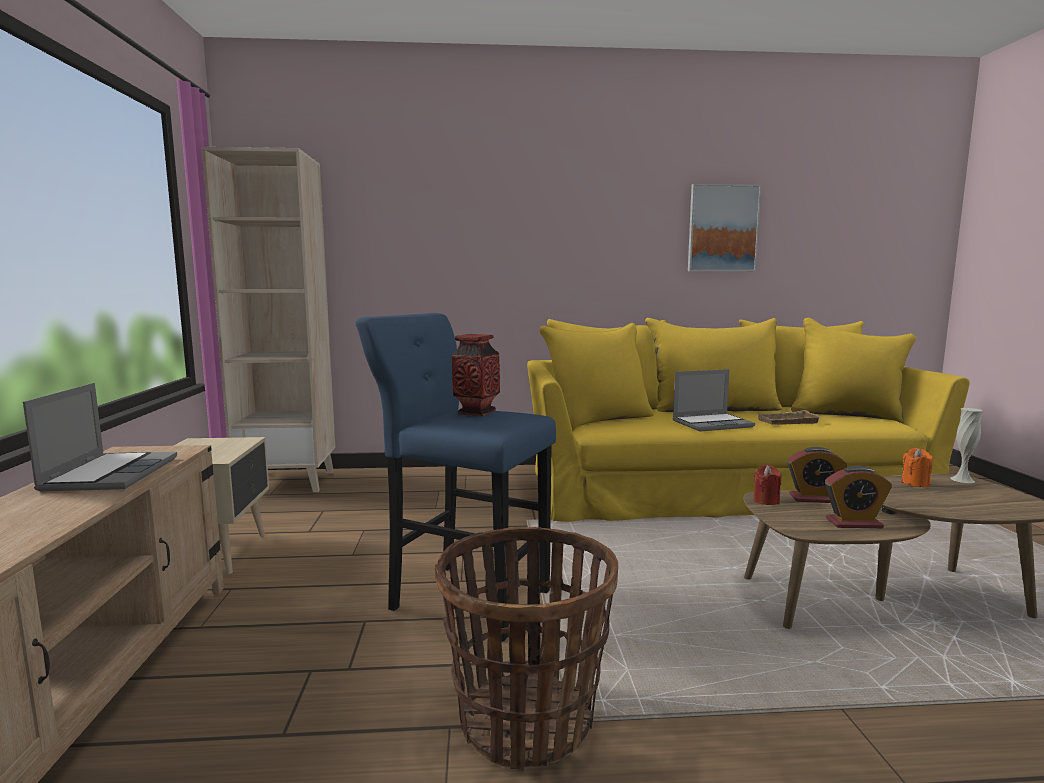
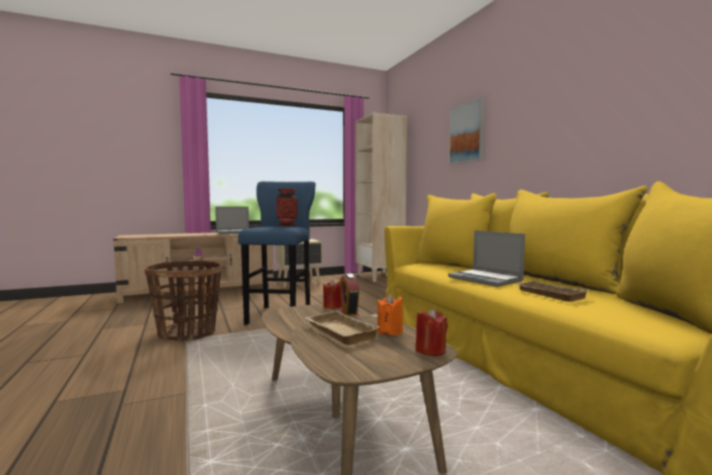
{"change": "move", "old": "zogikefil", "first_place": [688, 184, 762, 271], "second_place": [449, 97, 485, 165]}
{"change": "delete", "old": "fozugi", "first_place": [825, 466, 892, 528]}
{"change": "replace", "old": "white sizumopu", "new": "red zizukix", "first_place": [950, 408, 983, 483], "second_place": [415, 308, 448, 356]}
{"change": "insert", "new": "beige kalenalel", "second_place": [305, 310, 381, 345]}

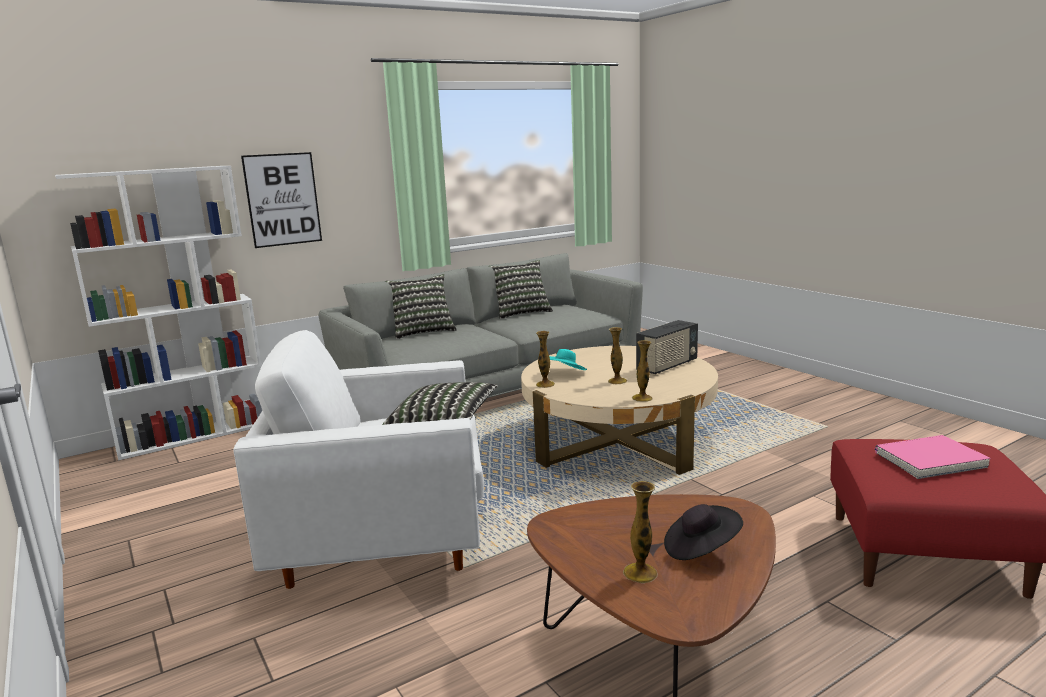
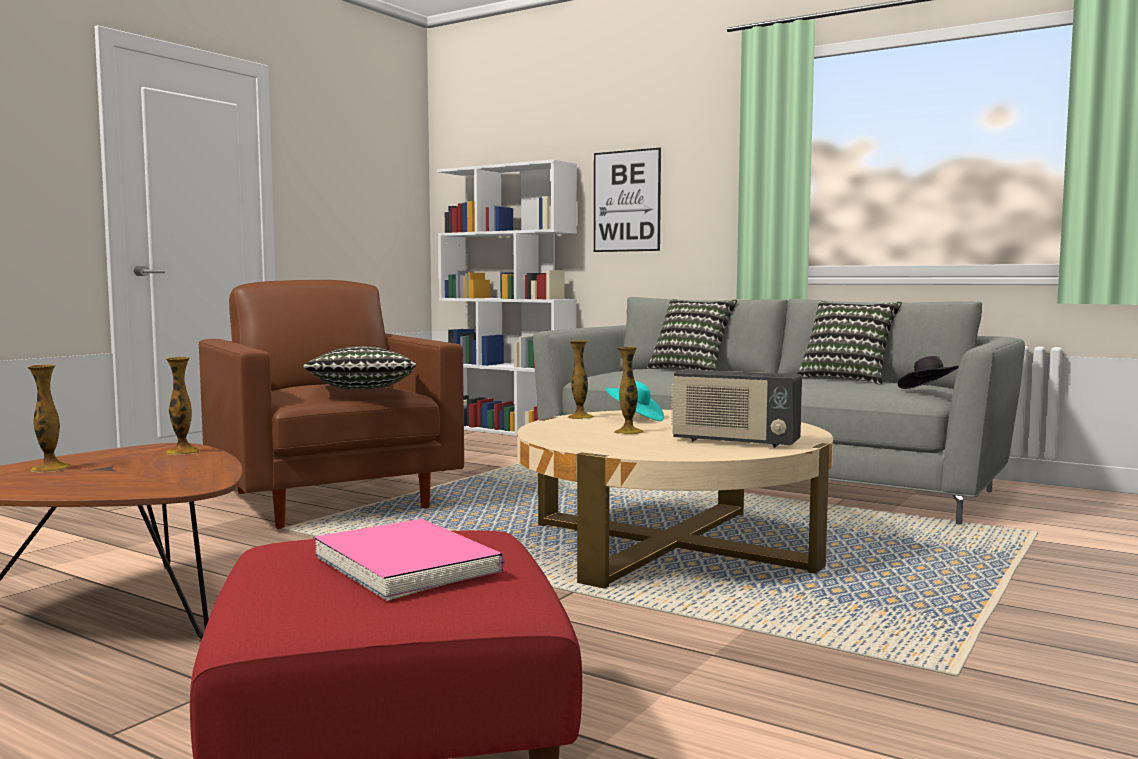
{"change": "recolor", "old": "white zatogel", "new": "brown zatogel", "first_place": [233, 330, 484, 589], "second_place": [199, 280, 464, 529]}
{"change": "move", "old": "sizumopu", "first_place": [632, 340, 653, 402], "second_place": [165, 357, 200, 455]}
{"change": "move", "old": "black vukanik", "first_place": [664, 504, 743, 560], "second_place": [898, 356, 959, 389]}

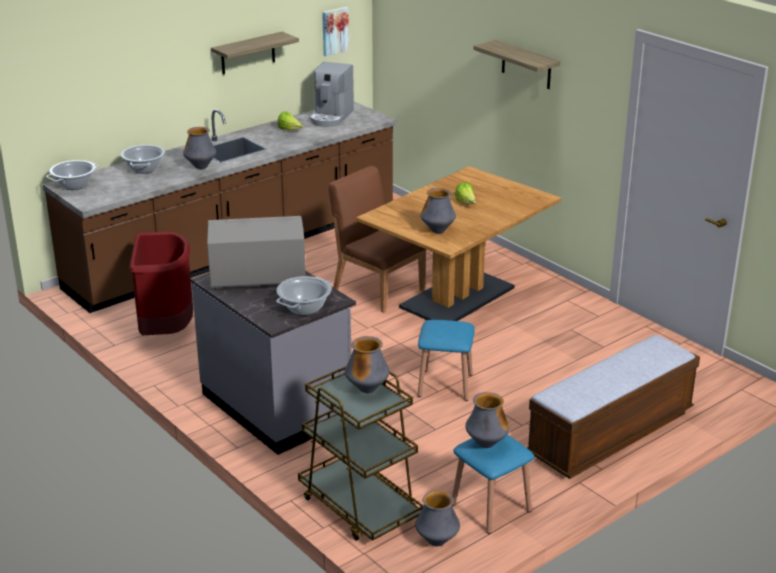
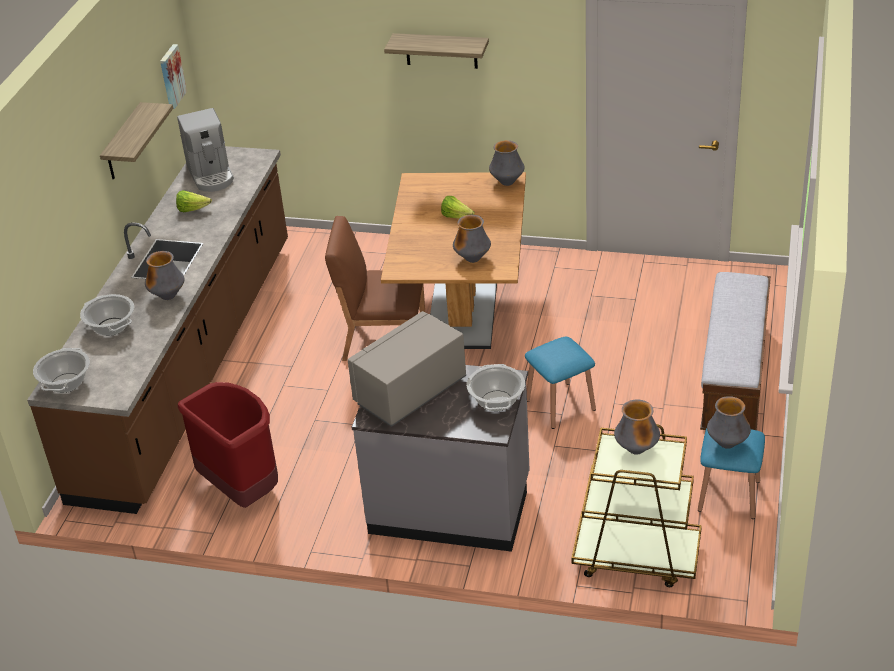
{"change": "move", "old": "sizumopu", "first_place": [415, 490, 460, 546], "second_place": [489, 140, 525, 186]}

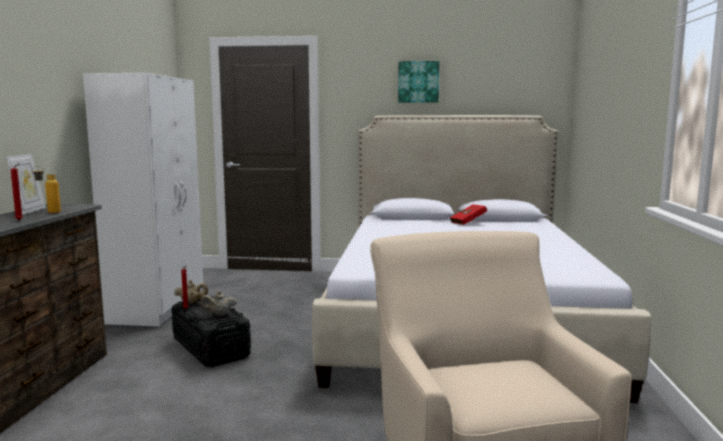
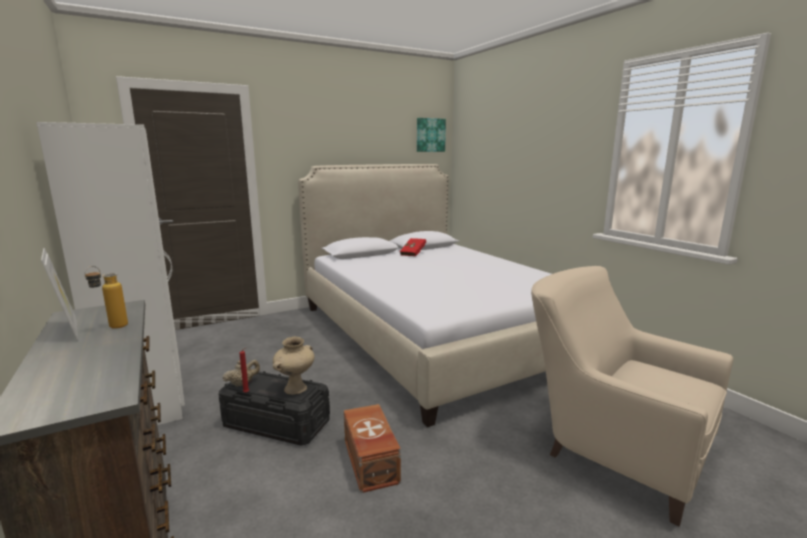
{"change": "delete", "old": "red zizukix", "first_place": [11, 163, 23, 220]}
{"change": "replace", "old": "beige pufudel", "new": "beige sizumopu", "first_place": [200, 291, 237, 316], "second_place": [273, 337, 315, 395]}
{"change": "move", "old": "zogikefil", "first_place": [398, 61, 439, 103], "second_place": [417, 118, 446, 152]}
{"change": "insert", "new": "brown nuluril", "second_place": [344, 404, 401, 493]}

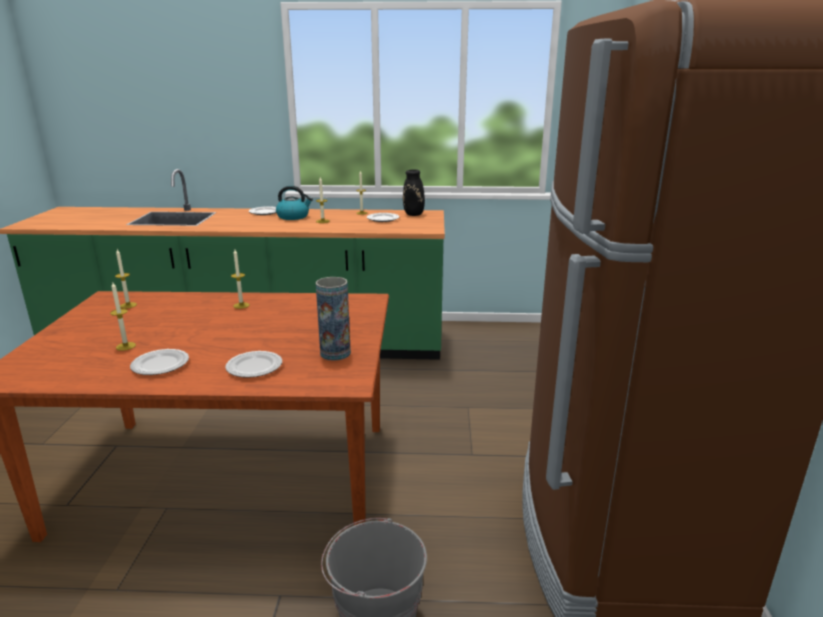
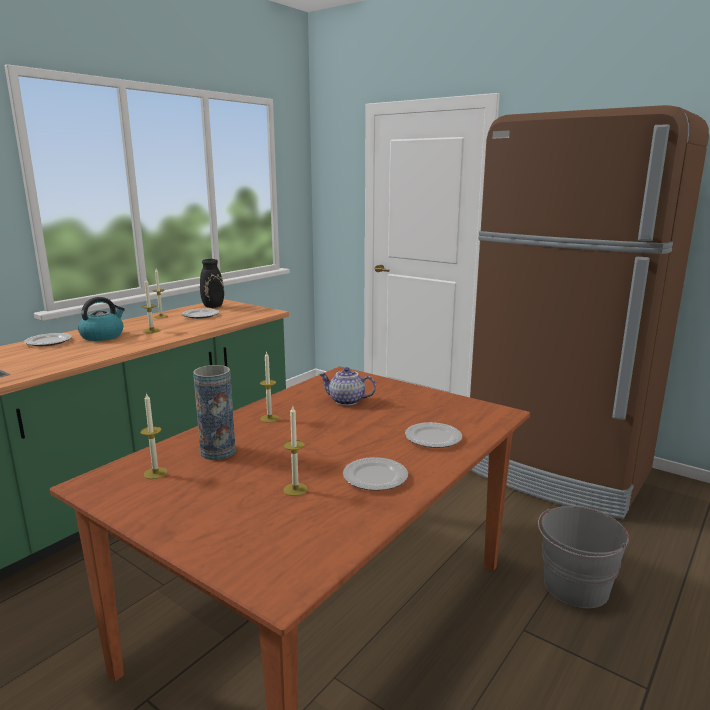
{"change": "move", "old": "sizumopu", "first_place": [316, 277, 351, 361], "second_place": [193, 365, 236, 460]}
{"change": "insert", "new": "pufudel", "second_place": [319, 367, 376, 406]}

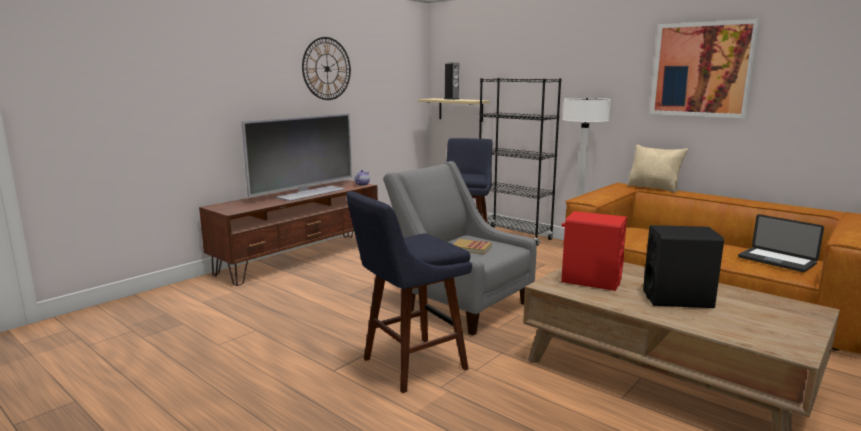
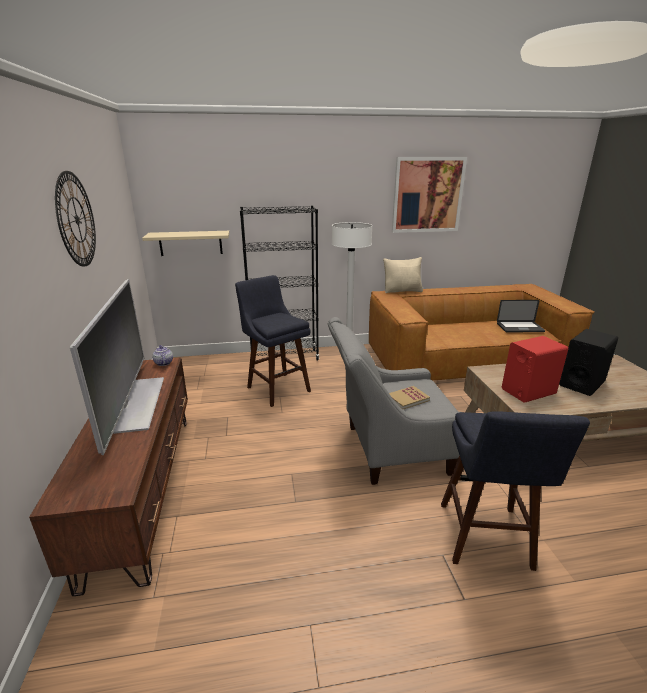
{"change": "delete", "old": "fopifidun", "first_place": [444, 63, 459, 100]}

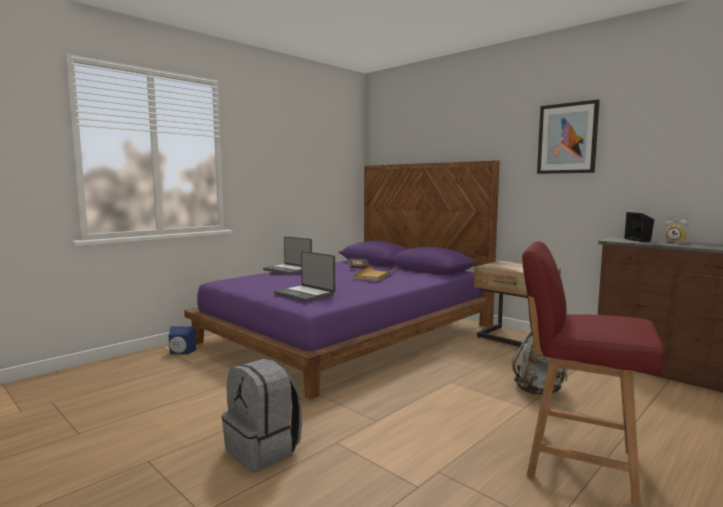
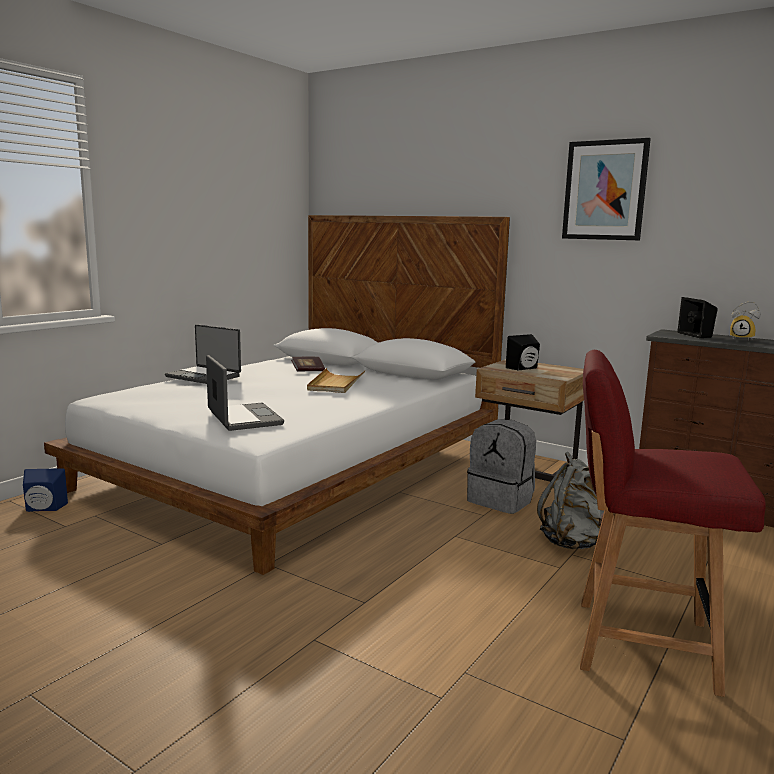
{"change": "recolor", "old": "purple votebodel", "new": "white votebodel", "first_place": [184, 160, 500, 399], "second_place": [44, 215, 510, 575]}
{"change": "move", "old": "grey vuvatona", "first_place": [222, 359, 302, 471], "second_place": [467, 419, 536, 514]}
{"change": "rotate", "old": "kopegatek", "first_place": [274, 251, 335, 302], "second_place": [206, 355, 284, 431], "degrees": -150}
{"change": "insert", "new": "black fopifidun", "second_place": [506, 334, 540, 371]}

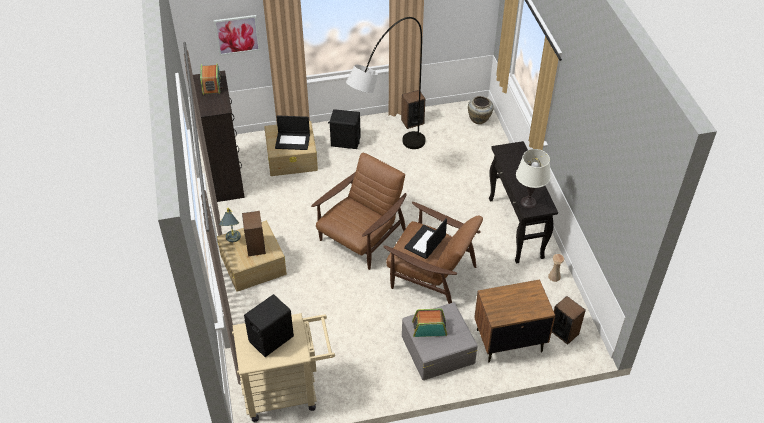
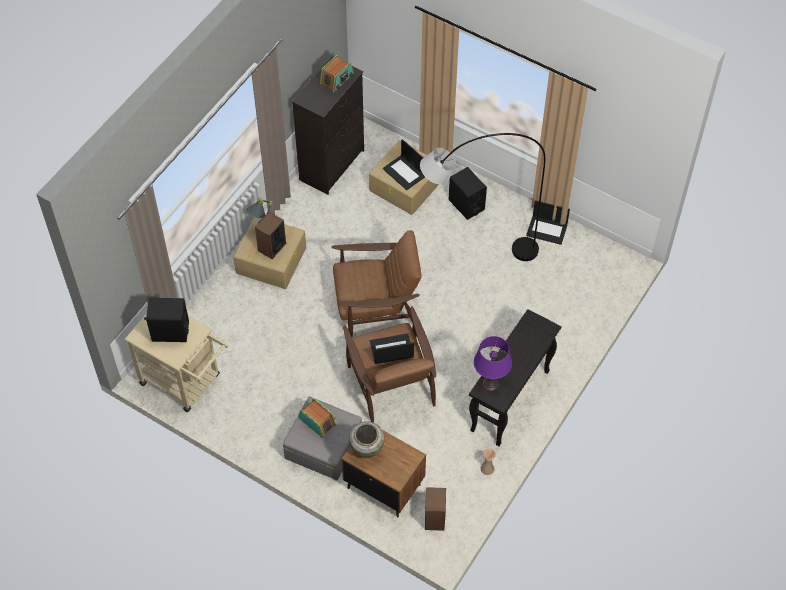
{"change": "delete", "old": "zogikefil", "first_place": [214, 15, 260, 56]}
{"change": "replace", "old": "fopifidun", "new": "kopegatek", "first_place": [401, 90, 425, 129], "second_place": [526, 200, 570, 245]}
{"change": "move", "old": "beige sizumopu", "first_place": [468, 96, 493, 124], "second_place": [349, 421, 385, 458]}
{"change": "recolor", "old": "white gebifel", "new": "purple gebifel", "first_place": [516, 149, 551, 208], "second_place": [474, 336, 512, 392]}

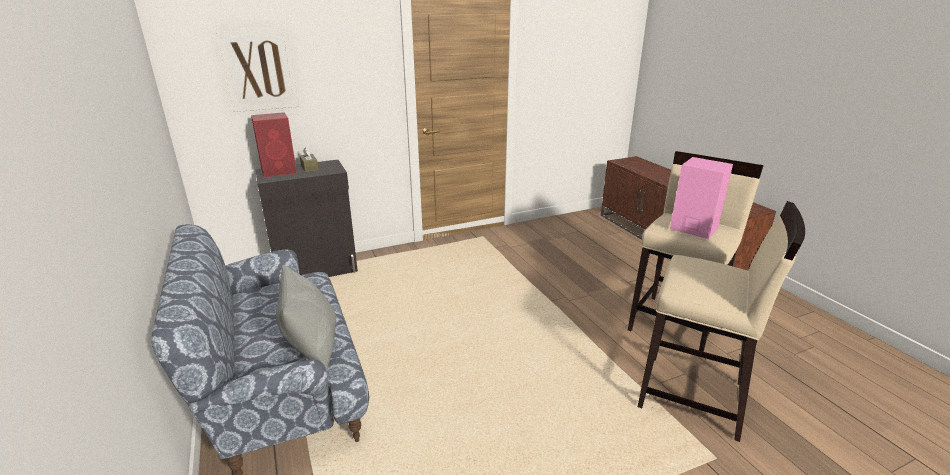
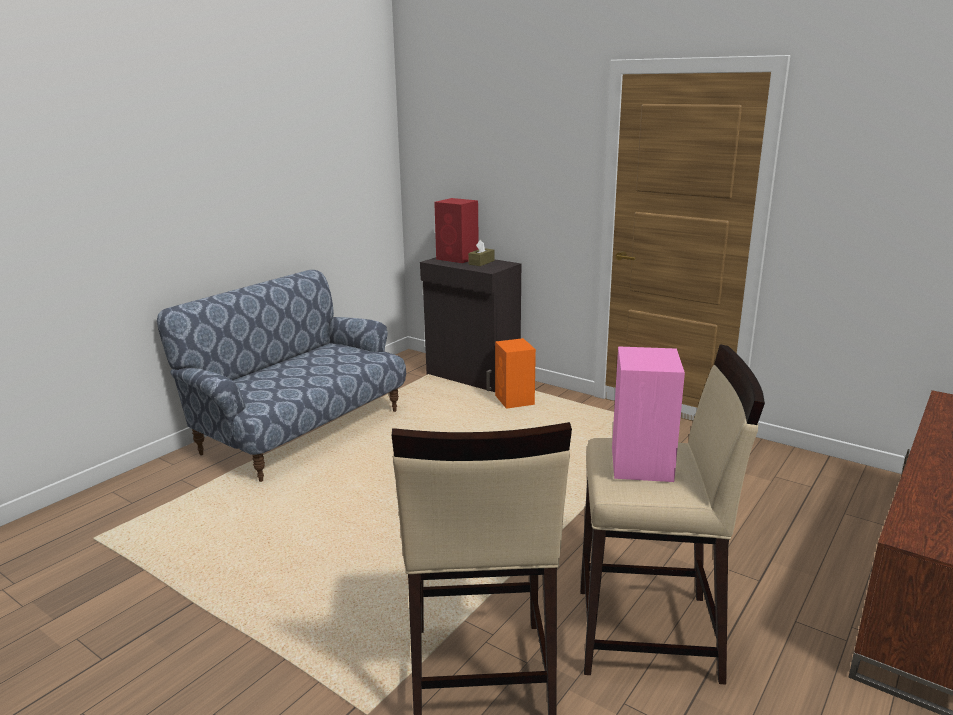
{"change": "delete", "old": "zogikefil", "first_place": [216, 28, 299, 112]}
{"change": "delete", "old": "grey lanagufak", "first_place": [276, 265, 336, 369]}
{"change": "insert", "new": "orange fopifidun", "second_place": [495, 338, 536, 409]}

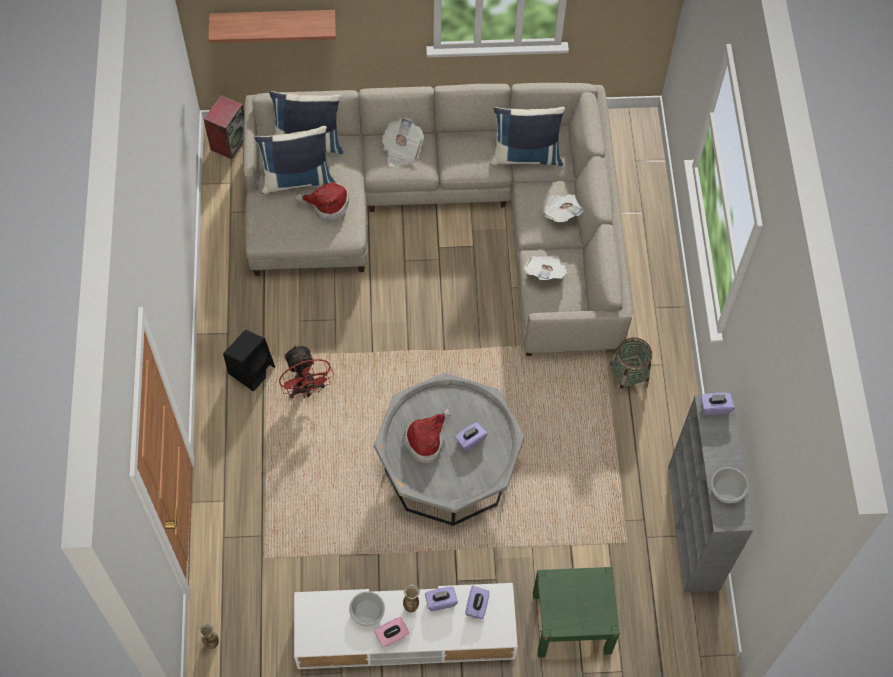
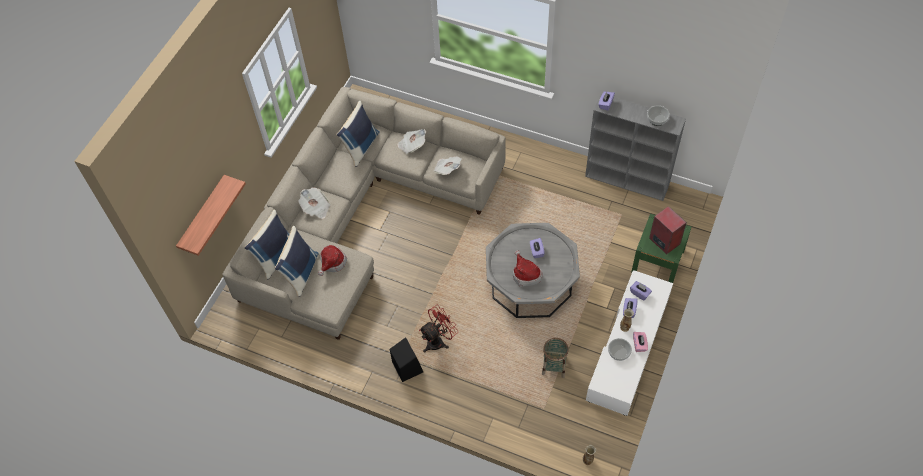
{"change": "move", "old": "fopifidun", "first_place": [204, 95, 244, 159], "second_place": [649, 206, 687, 254]}
{"change": "rotate", "old": "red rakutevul", "first_place": [279, 345, 334, 398], "second_place": [419, 305, 458, 353], "degrees": -45}
{"change": "move", "old": "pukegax", "first_place": [608, 337, 652, 395], "second_place": [542, 338, 569, 378]}

